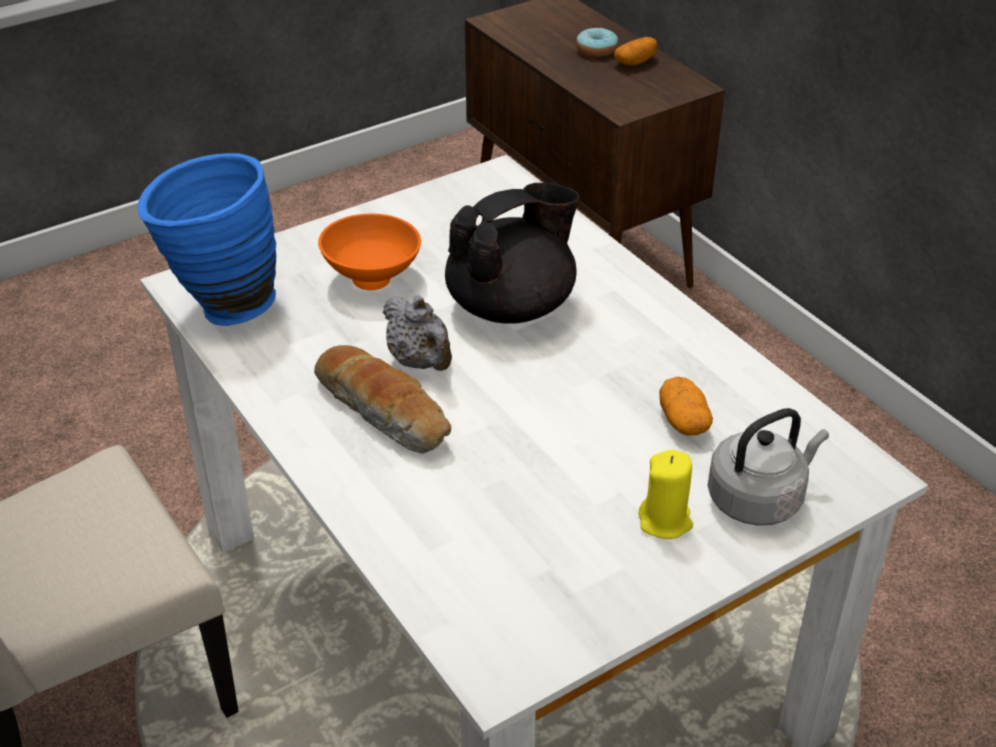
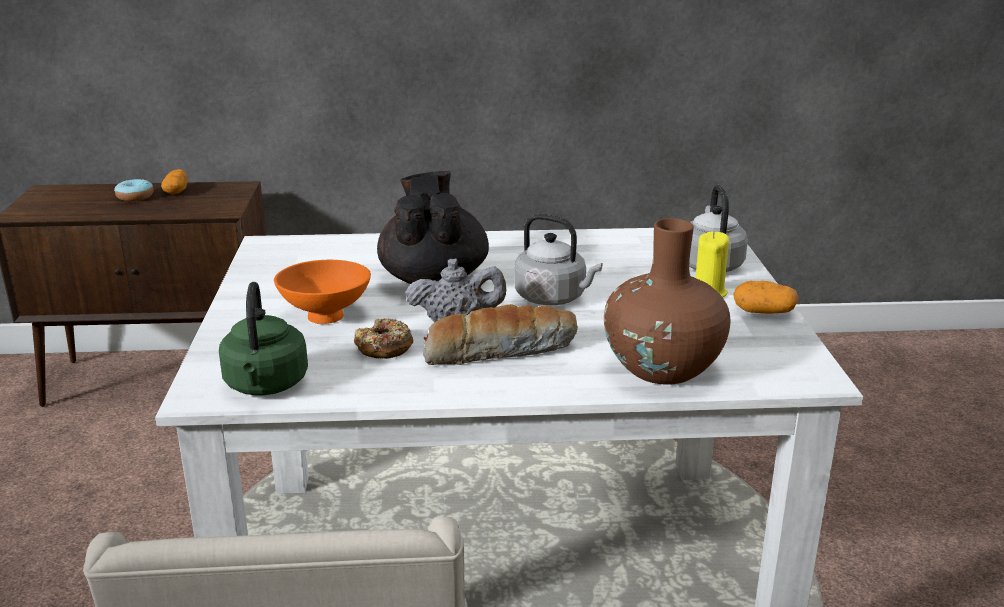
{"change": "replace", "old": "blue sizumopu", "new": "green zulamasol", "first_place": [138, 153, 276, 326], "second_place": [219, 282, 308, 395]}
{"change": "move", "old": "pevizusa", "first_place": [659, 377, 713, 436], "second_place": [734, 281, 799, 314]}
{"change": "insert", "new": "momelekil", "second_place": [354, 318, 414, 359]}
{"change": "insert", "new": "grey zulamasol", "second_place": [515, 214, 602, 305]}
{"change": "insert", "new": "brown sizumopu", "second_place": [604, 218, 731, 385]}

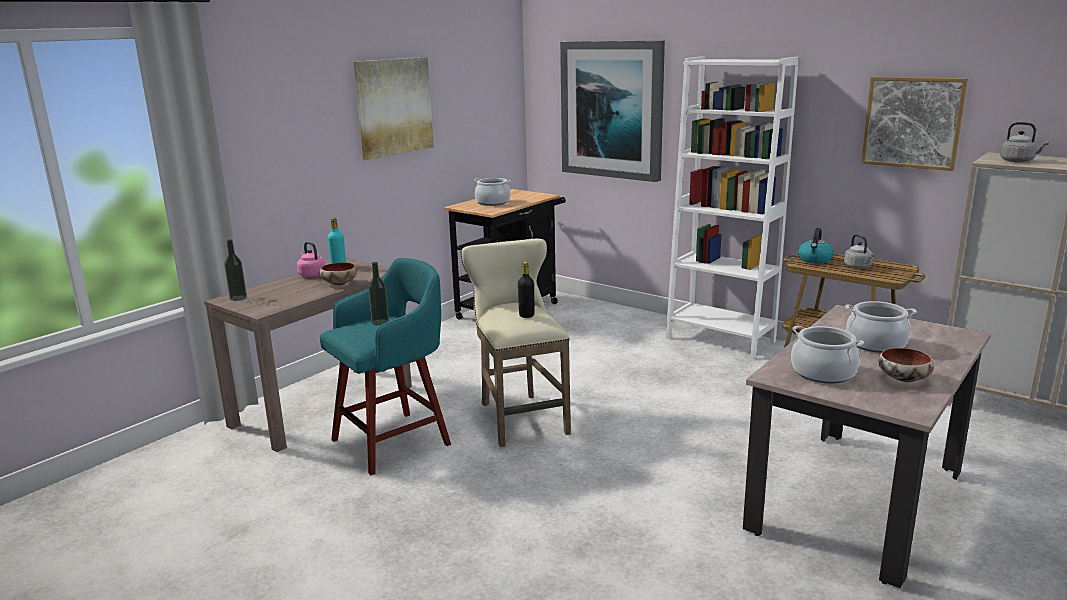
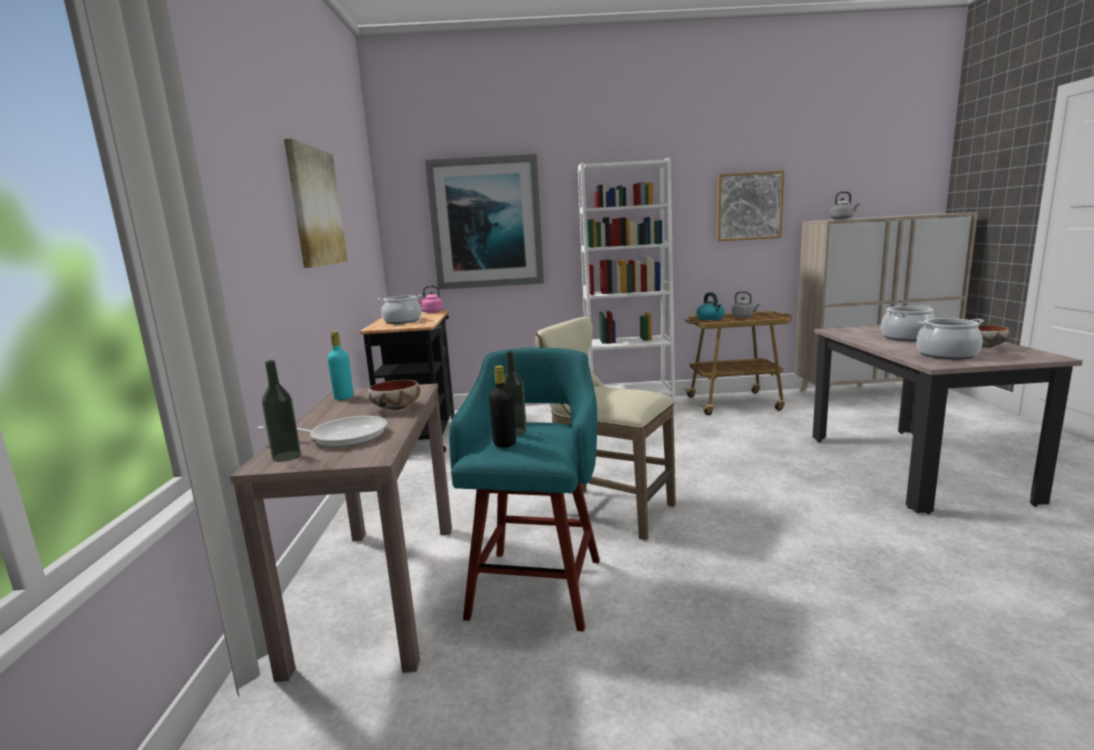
{"change": "move", "old": "pink zulamasol", "first_place": [297, 242, 325, 277], "second_place": [417, 286, 443, 313]}
{"change": "move", "old": "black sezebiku", "first_place": [518, 261, 535, 318], "second_place": [489, 365, 516, 447]}
{"change": "insert", "new": "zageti", "second_place": [257, 416, 387, 447]}

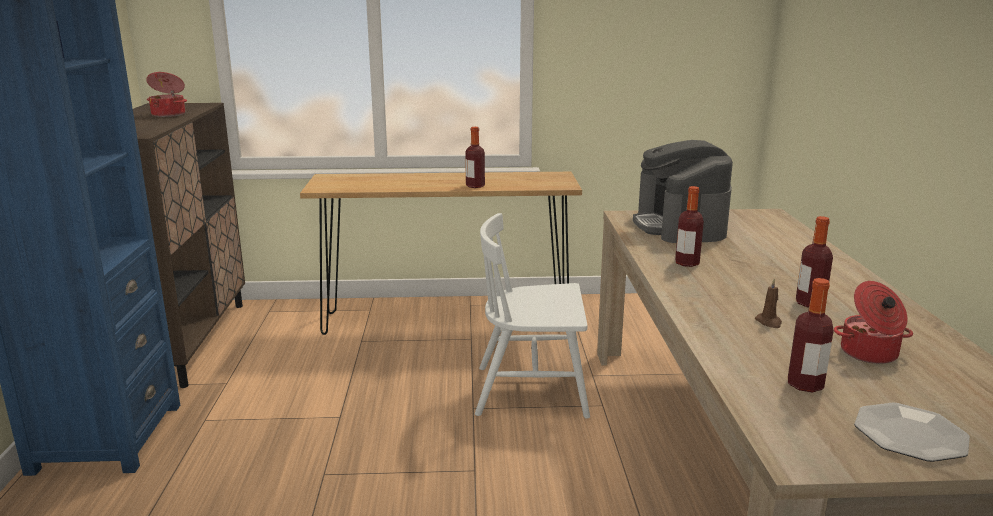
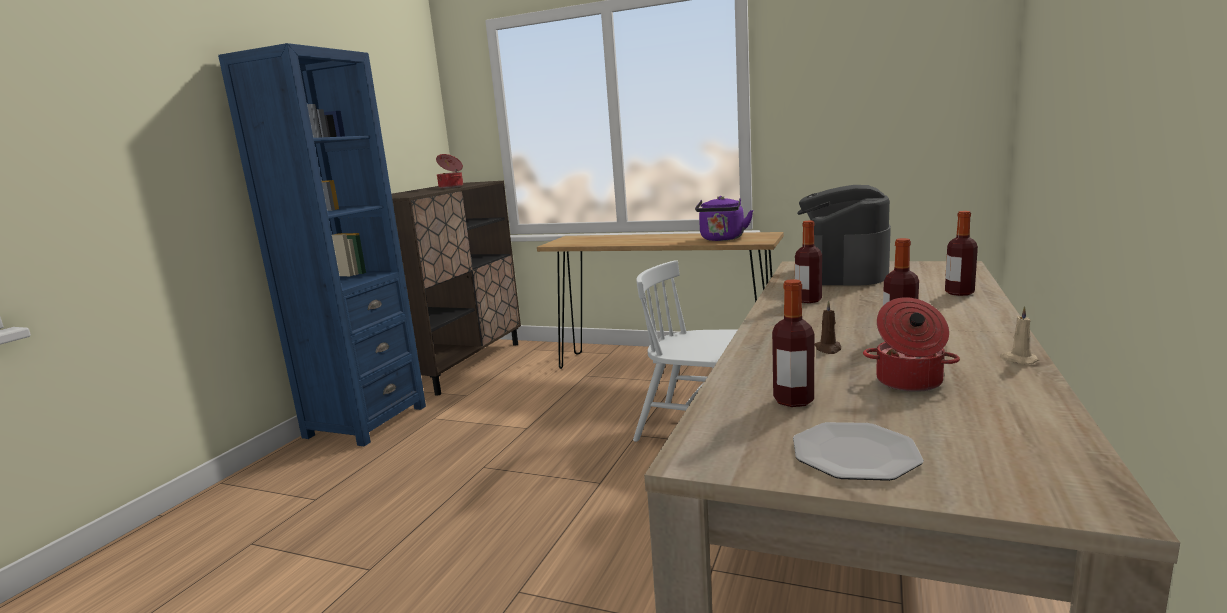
{"change": "move", "old": "sezebiku", "first_place": [465, 127, 485, 188], "second_place": [945, 211, 978, 296]}
{"change": "insert", "new": "purple zulamasol", "second_place": [695, 196, 753, 241]}
{"change": "insert", "new": "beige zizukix", "second_place": [1000, 306, 1039, 364]}

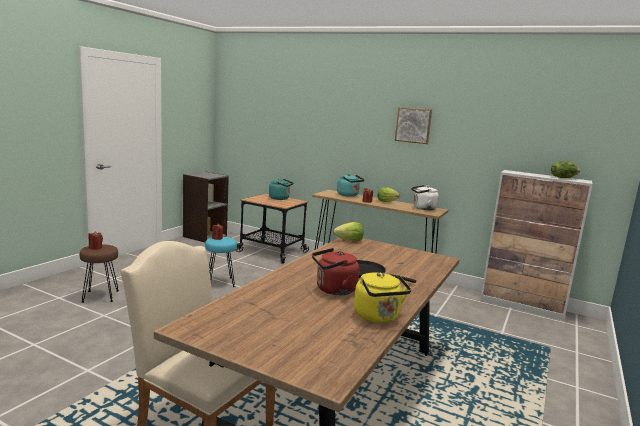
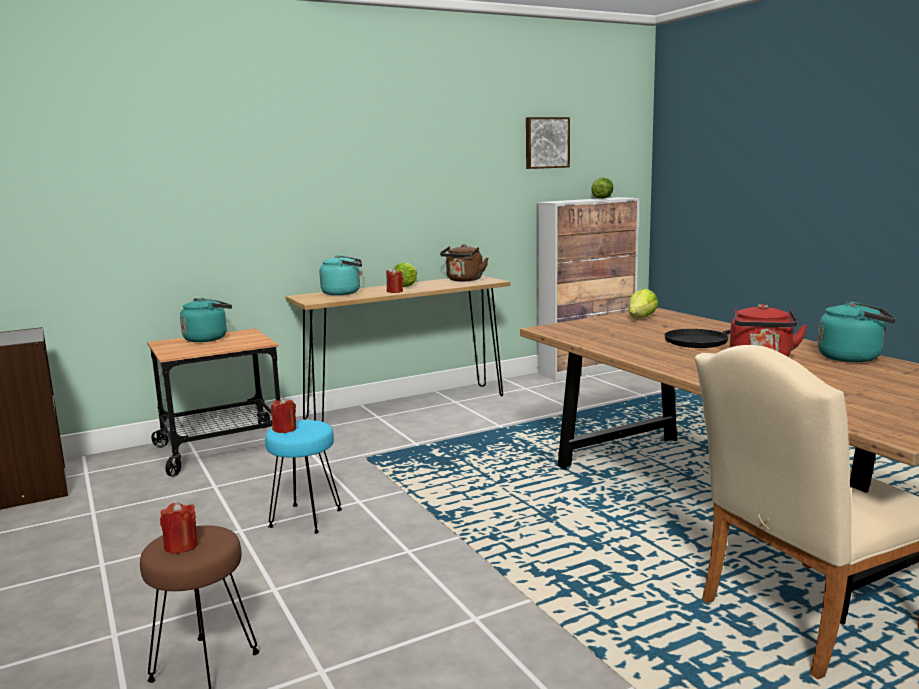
{"change": "move", "old": "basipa", "first_place": [333, 222, 364, 241], "second_place": [629, 289, 658, 318]}
{"change": "recolor", "old": "yellow zulamasol", "new": "turquoise zulamasol", "first_place": [354, 272, 412, 323], "second_place": [818, 301, 896, 362]}
{"change": "move", "old": "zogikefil", "first_place": [395, 107, 432, 144], "second_place": [526, 117, 570, 169]}
{"change": "recolor", "old": "white zulamasol", "new": "brown zulamasol", "first_place": [411, 185, 439, 210], "second_place": [440, 244, 488, 281]}

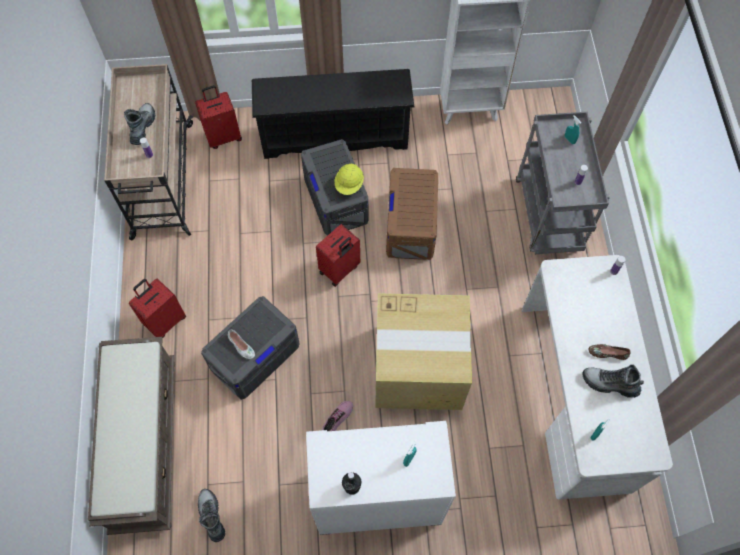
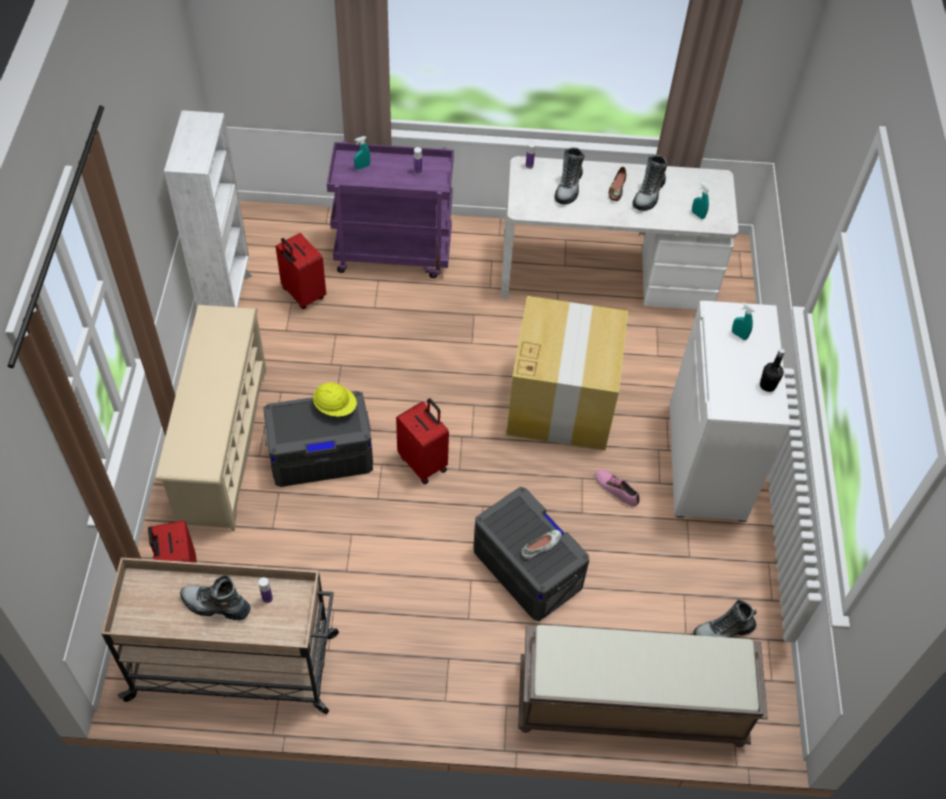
{"change": "move", "old": "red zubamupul", "first_place": [129, 279, 186, 337], "second_place": [276, 233, 326, 309]}
{"change": "recolor", "old": "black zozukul", "new": "beige zozukul", "first_place": [252, 69, 414, 159], "second_place": [155, 305, 266, 531]}
{"change": "delete", "old": "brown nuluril", "first_place": [386, 168, 438, 260]}
{"change": "recolor", "old": "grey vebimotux", "new": "purple vebimotux", "first_place": [516, 112, 610, 254], "second_place": [327, 141, 454, 278]}
{"change": "insert", "new": "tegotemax", "second_place": [554, 147, 585, 204]}

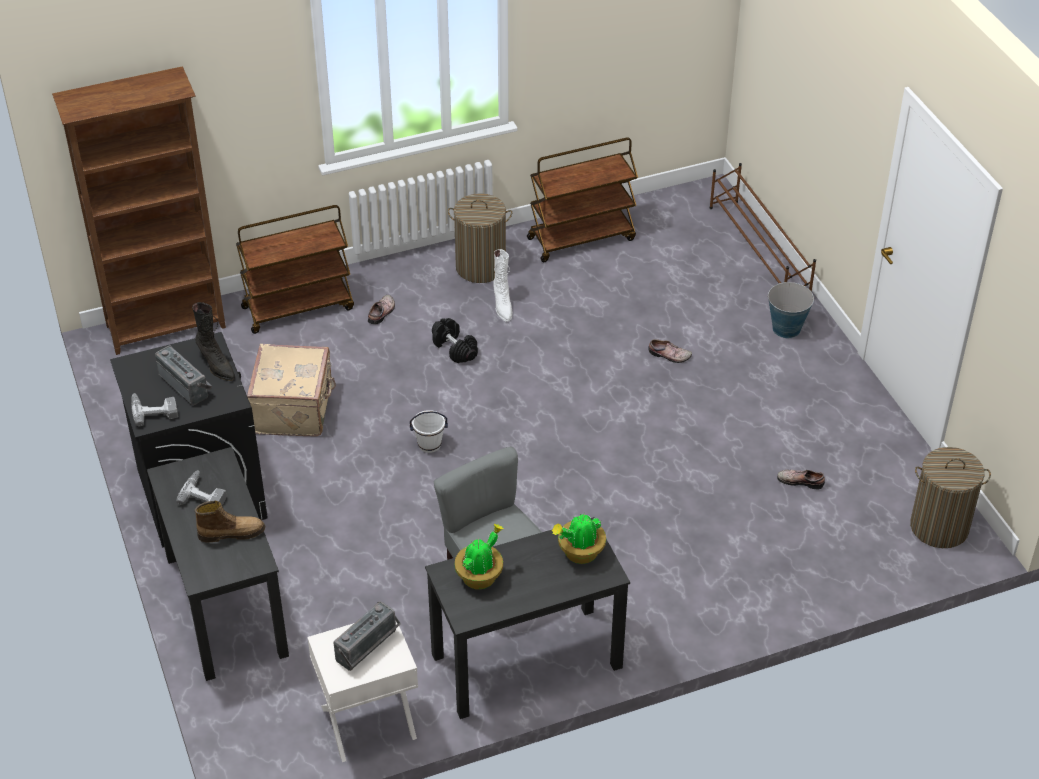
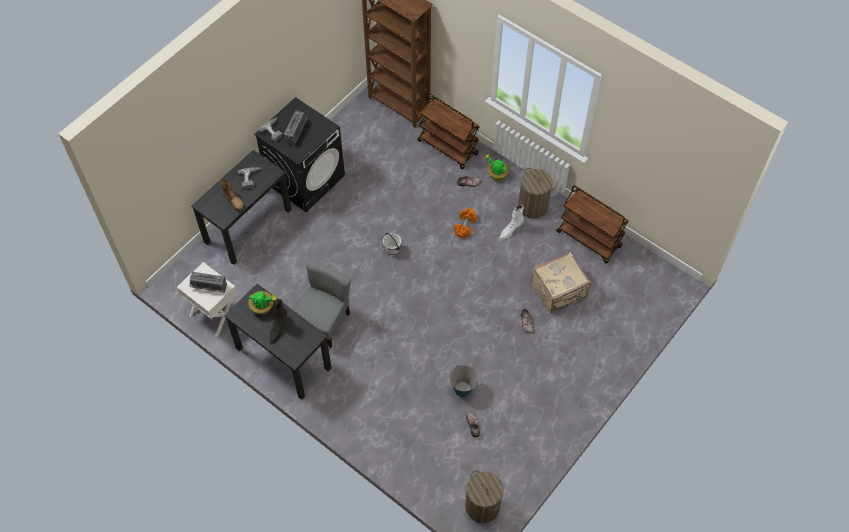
{"change": "move", "old": "black tegotemax", "first_place": [192, 302, 235, 381], "second_place": [270, 299, 287, 343]}
{"change": "move", "old": "beige zubamupul", "first_place": [247, 344, 336, 436], "second_place": [531, 252, 591, 313]}
{"change": "recolor", "old": "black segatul", "new": "orange segatul", "first_place": [432, 318, 478, 363], "second_place": [454, 208, 477, 238]}
{"change": "move", "old": "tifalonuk", "first_place": [552, 512, 606, 564], "second_place": [485, 154, 509, 181]}
{"change": "delete", "old": "brown zozukul", "first_place": [709, 163, 816, 292]}
{"change": "move", "old": "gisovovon", "first_place": [768, 282, 814, 338], "second_place": [449, 365, 478, 397]}

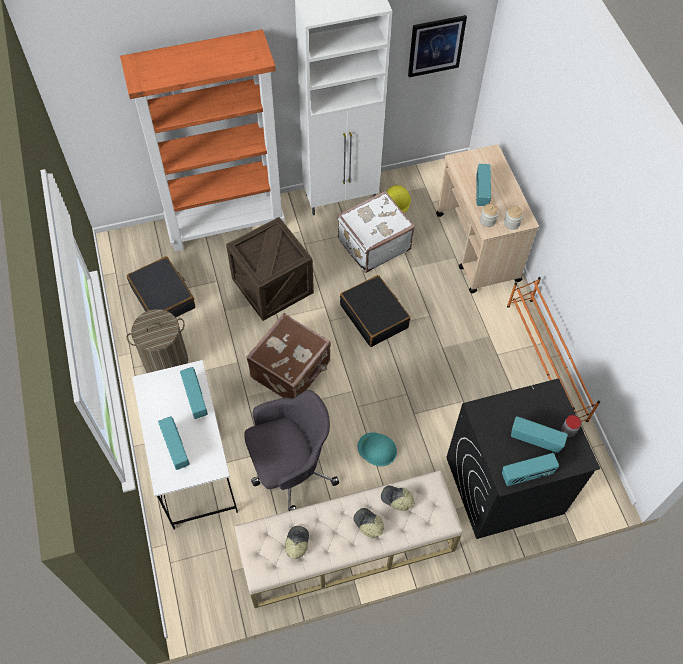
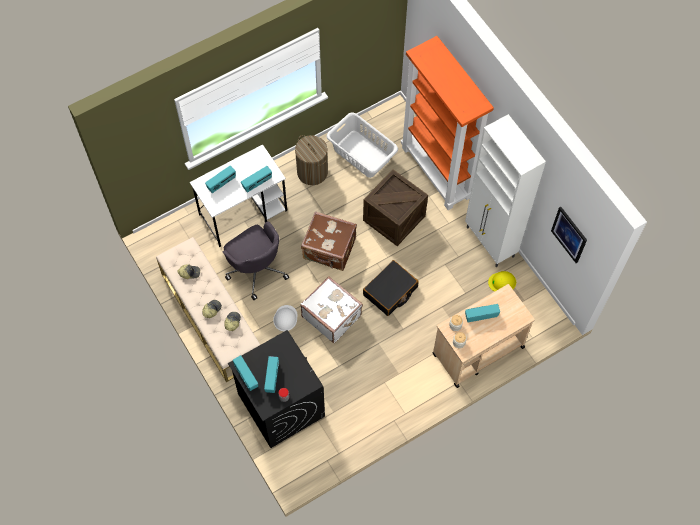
{"change": "replace", "old": "black zubamupul", "new": "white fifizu", "first_place": [127, 256, 195, 317], "second_place": [326, 112, 398, 178]}
{"change": "move", "old": "white zubamupul", "first_place": [338, 191, 415, 273], "second_place": [300, 276, 363, 343]}
{"change": "recolor", "old": "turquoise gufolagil", "new": "white gufolagil", "first_place": [357, 432, 397, 466], "second_place": [273, 305, 298, 331]}
{"change": "delete", "old": "orange zozukul", "first_place": [507, 277, 600, 422]}

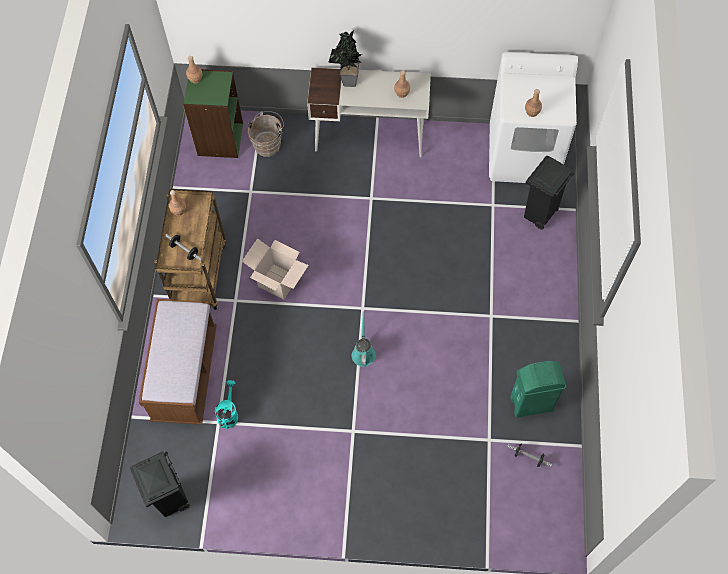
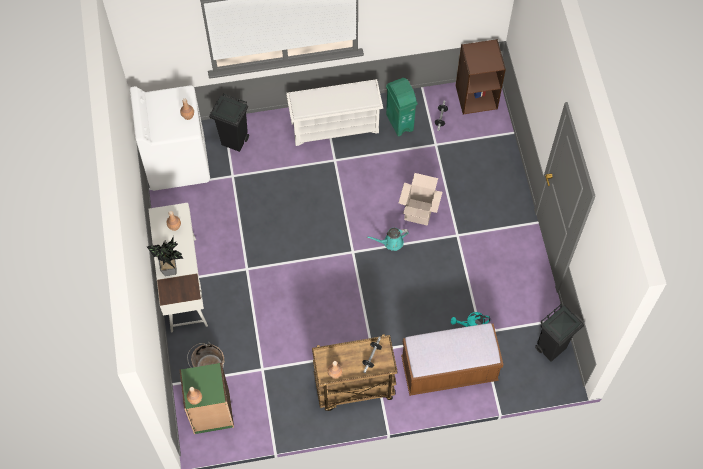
{"change": "move", "old": "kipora", "first_place": [242, 238, 309, 300], "second_place": [399, 173, 442, 226]}
{"change": "insert", "new": "white zozukul", "second_place": [286, 79, 383, 146]}
{"change": "insert", "new": "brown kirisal", "second_place": [456, 39, 506, 114]}

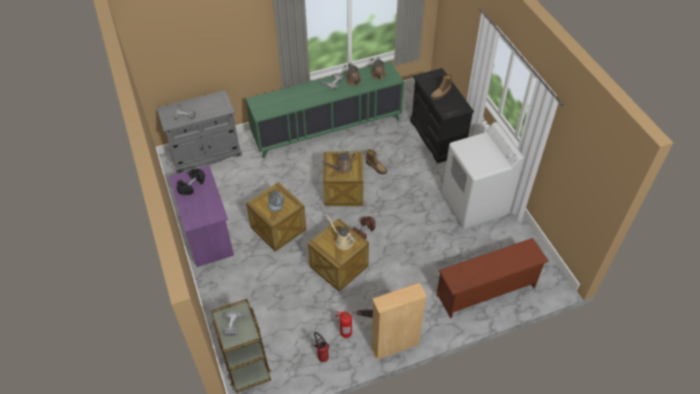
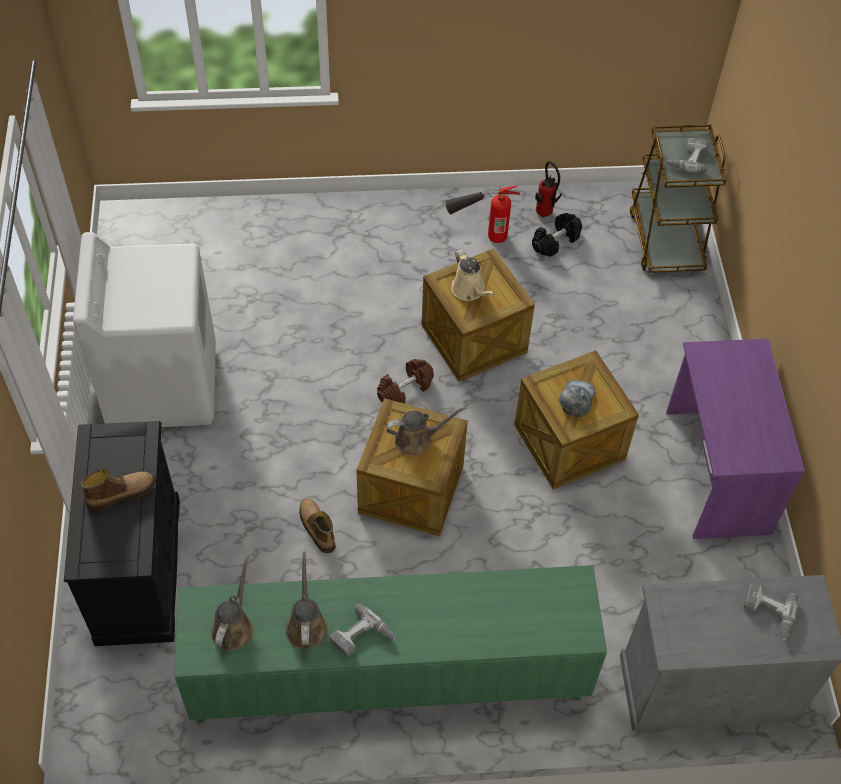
{"change": "move", "old": "black segatul", "first_place": [177, 168, 205, 195], "second_place": [532, 213, 582, 257]}
{"change": "delete", "old": "beige kirisal", "first_place": [370, 282, 427, 360]}
{"change": "delete", "old": "brown zozukul", "first_place": [436, 238, 549, 318]}

